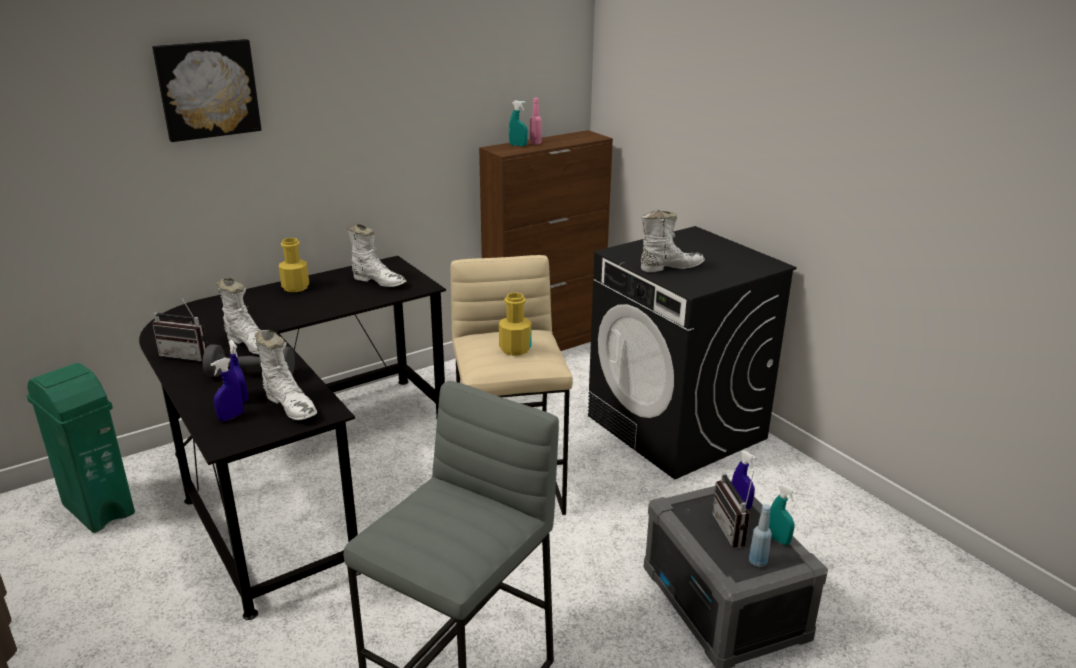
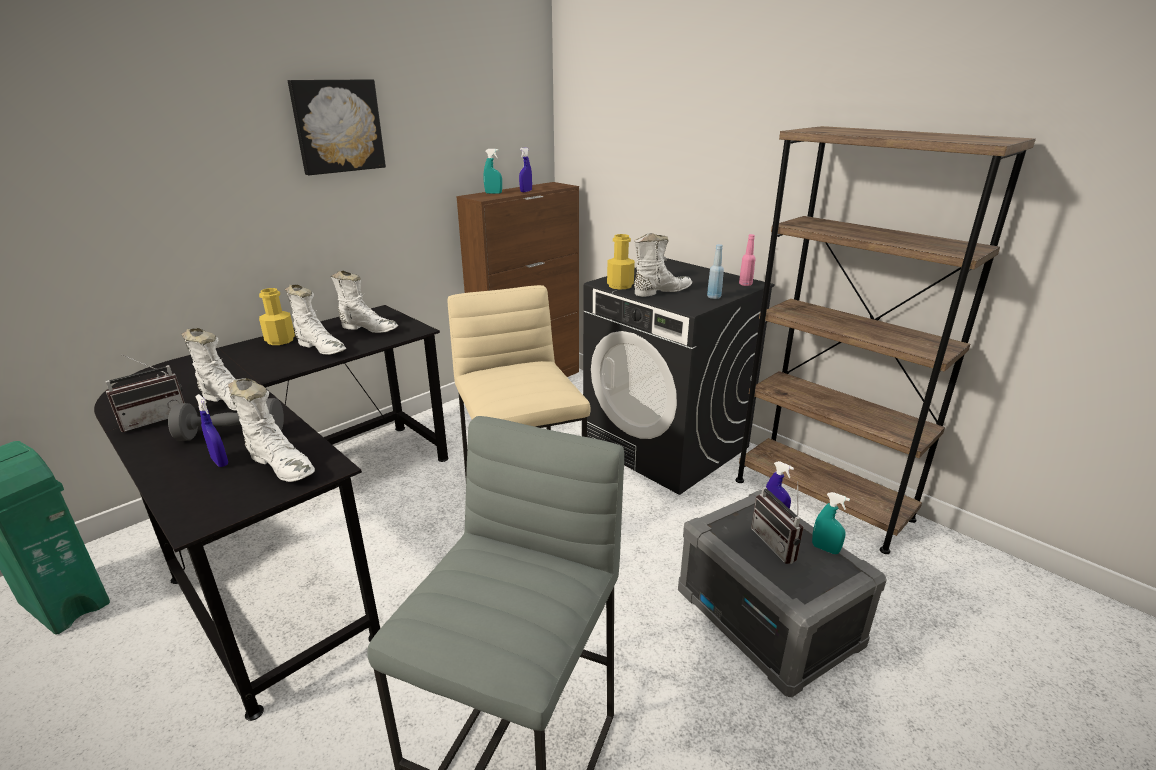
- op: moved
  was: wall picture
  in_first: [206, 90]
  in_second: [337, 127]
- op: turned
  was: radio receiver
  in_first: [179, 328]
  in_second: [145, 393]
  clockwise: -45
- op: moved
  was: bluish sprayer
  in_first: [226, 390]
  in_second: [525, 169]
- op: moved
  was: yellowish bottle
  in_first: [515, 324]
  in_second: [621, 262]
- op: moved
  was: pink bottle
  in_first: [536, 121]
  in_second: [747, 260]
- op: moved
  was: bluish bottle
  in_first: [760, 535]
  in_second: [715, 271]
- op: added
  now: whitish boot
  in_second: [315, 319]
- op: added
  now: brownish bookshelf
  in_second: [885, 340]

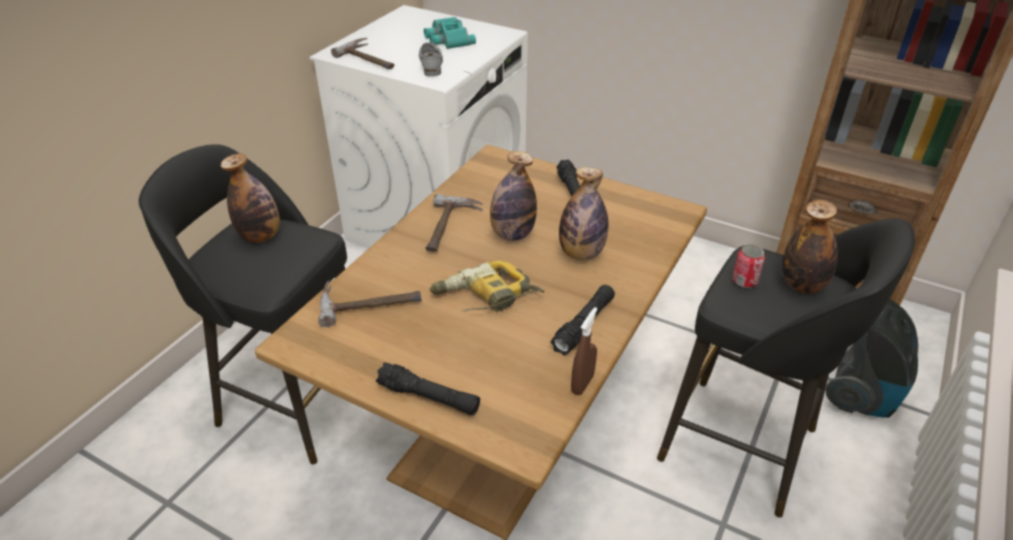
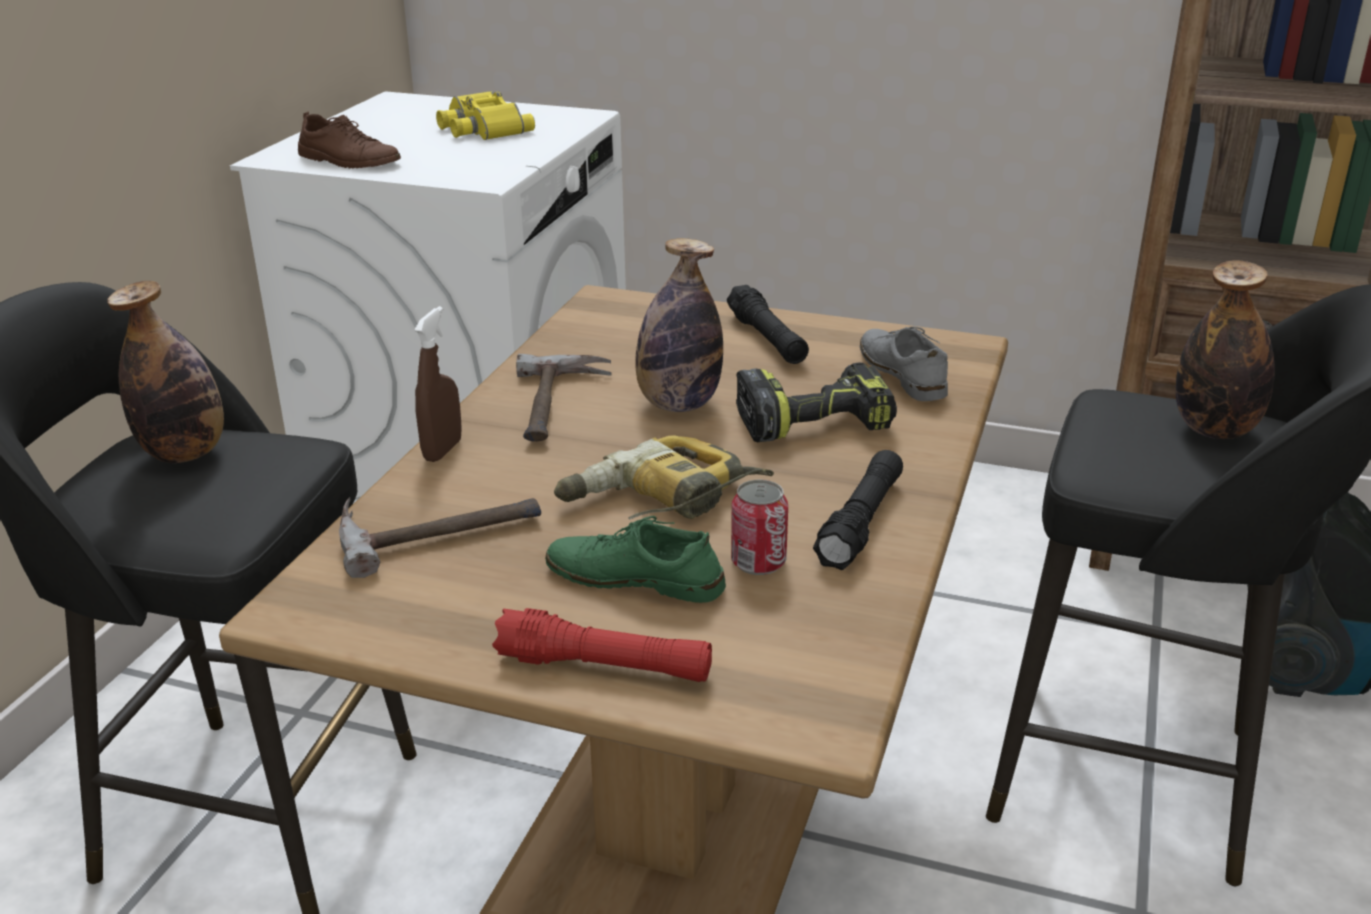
- op: replaced
  was: tool hammer
  now: brownish low shoe
  in_first: [362, 53]
  in_second: [349, 140]
- op: recoloured
  was: black-coloured flashlight
  now: reddish flashlight
  in_first: [428, 388]
  in_second: [602, 645]
- op: moved
  was: grey low shoe
  in_first: [431, 59]
  in_second: [904, 363]
- op: recoloured
  was: turquoise field glasses
  now: yellowish field glasses
  in_first: [450, 33]
  in_second: [485, 115]
- op: replaced
  was: bottle
  now: electric drill
  in_first: [584, 213]
  in_second: [816, 402]
- op: moved
  was: brownish sprayer
  in_first: [584, 351]
  in_second: [438, 384]
- op: moved
  was: can
  in_first: [748, 266]
  in_second: [759, 527]
- op: added
  now: green-coloured low shoe
  in_second: [635, 559]

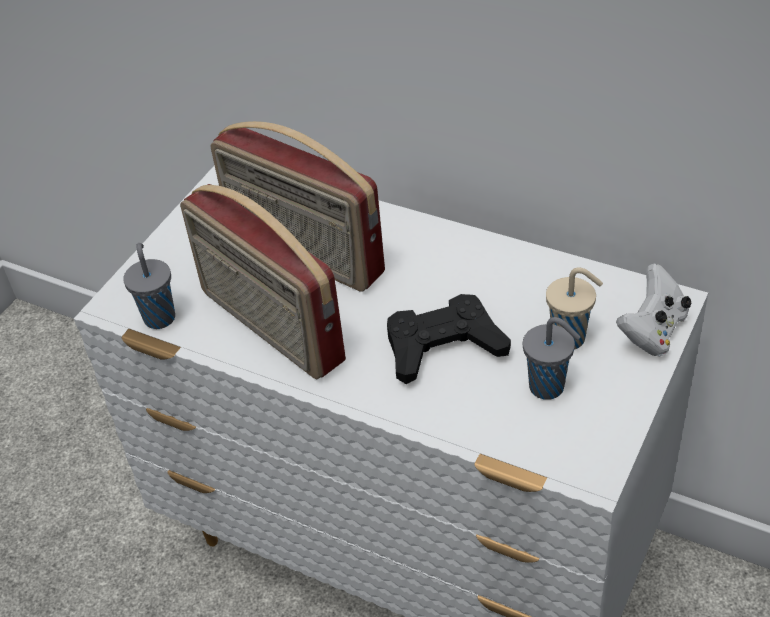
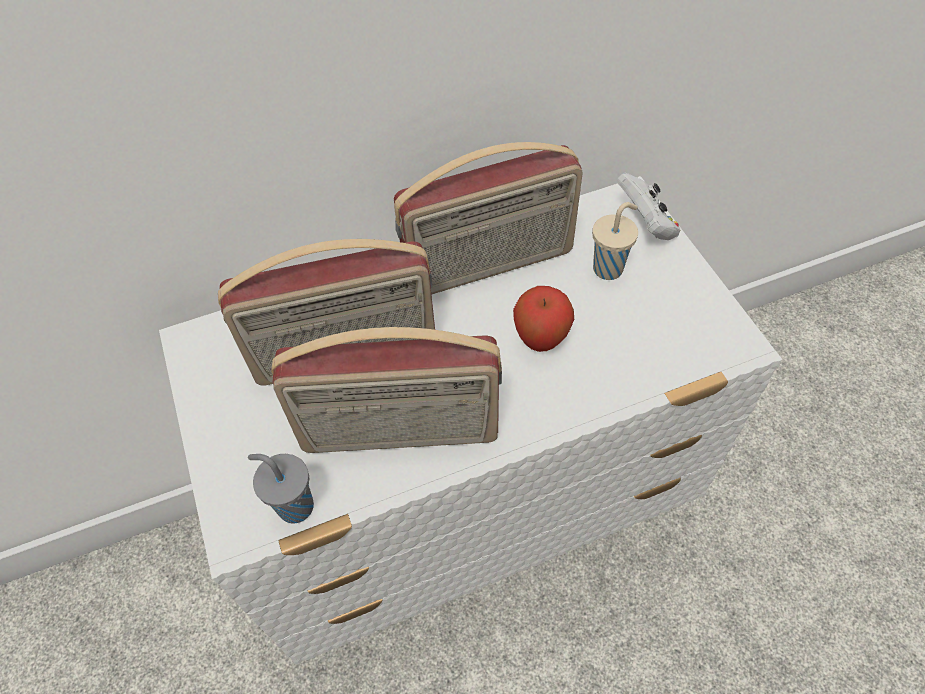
- op: replaced
  was: black-coloured joypad
  now: apple
  in_first: [449, 339]
  in_second: [543, 319]
- op: removed
  was: grey drinking cup
  in_first: [551, 358]
- op: added
  now: radio receiver
  in_second: [488, 218]

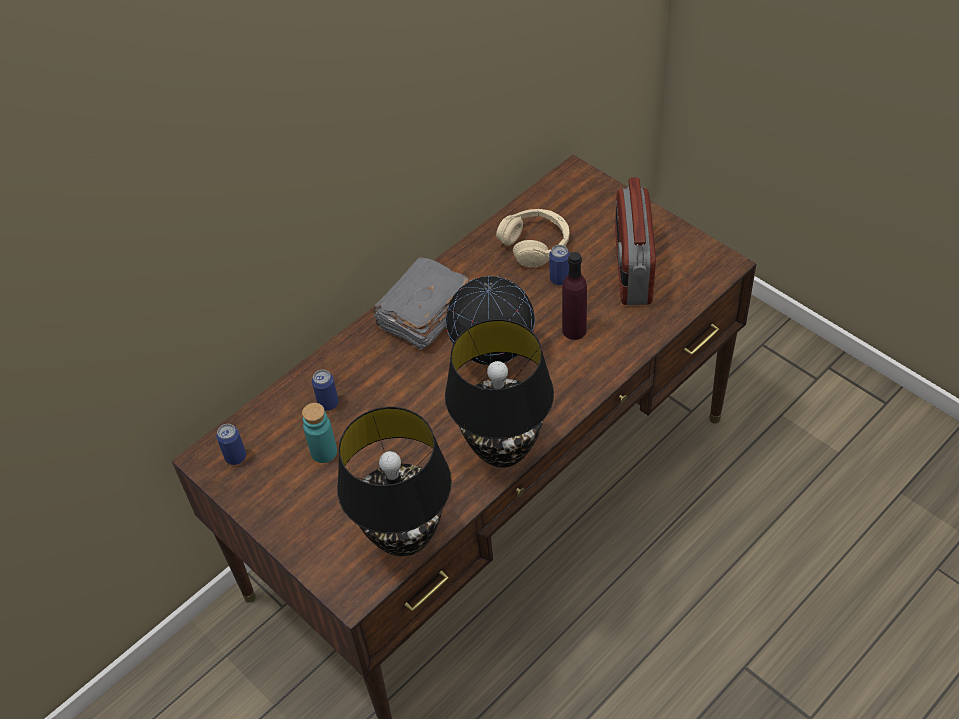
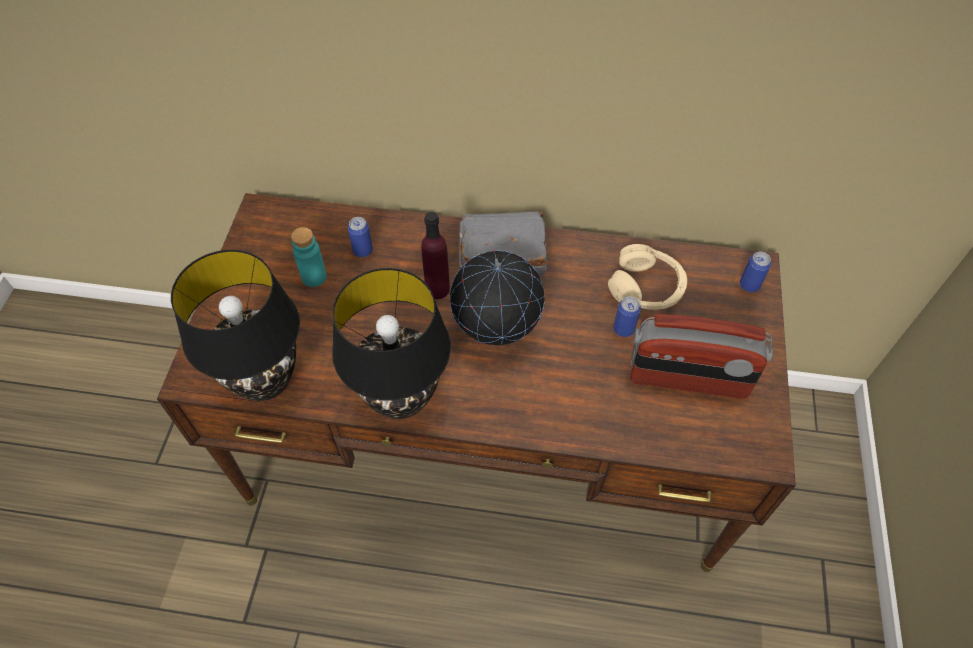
- op: moved
  was: can
  in_first: [231, 444]
  in_second: [755, 272]
- op: moved
  was: purple bottle
  in_first: [574, 296]
  in_second: [435, 255]
- op: turned
  was: radio receiver
  in_first: [635, 241]
  in_second: [701, 356]
  clockwise: -135

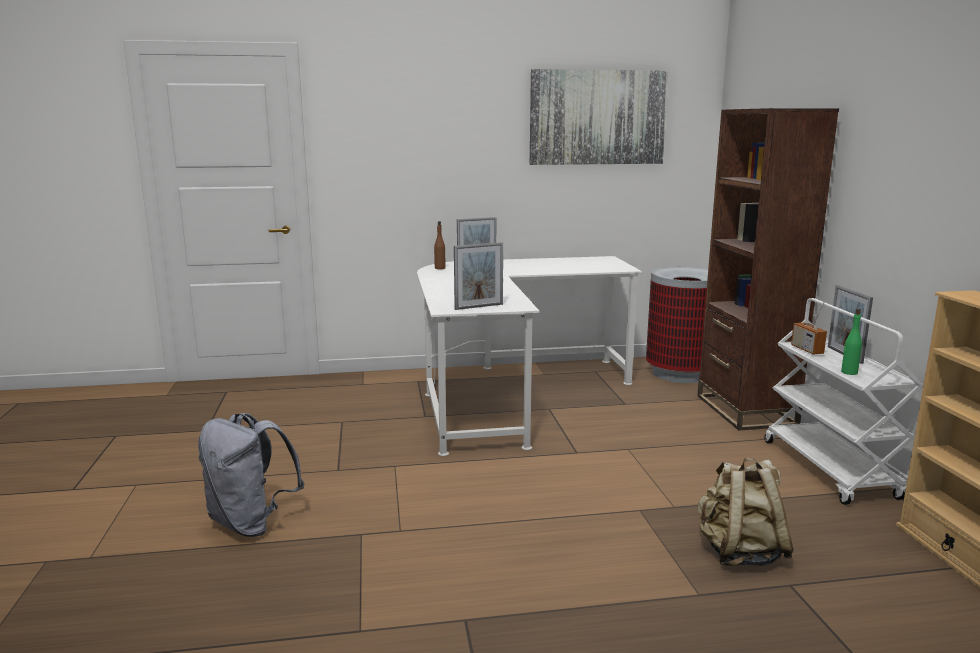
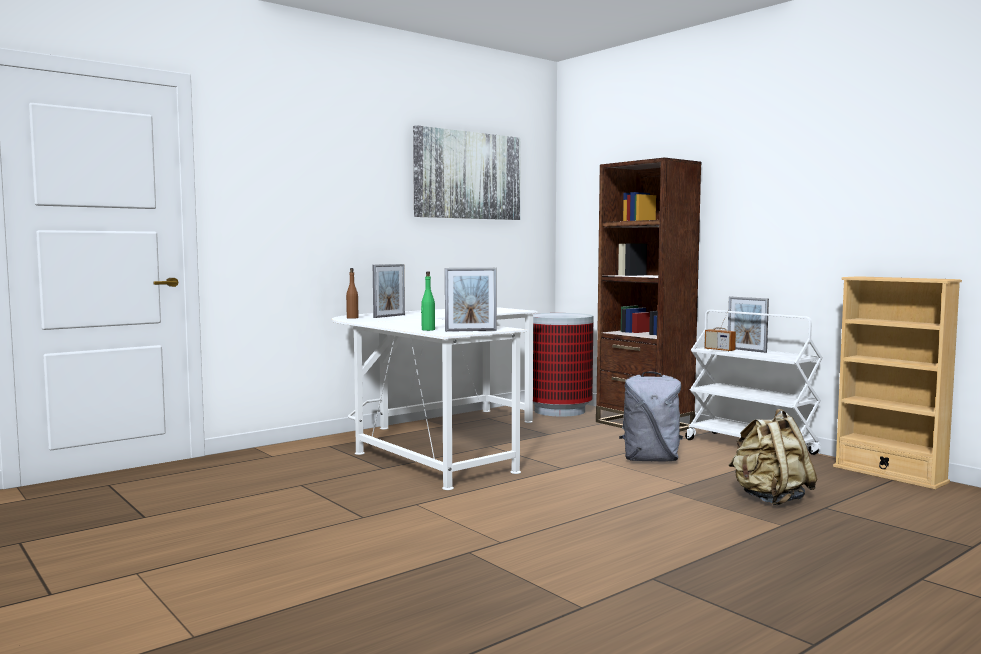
- op: moved
  was: grey knapsack
  in_first: [251, 475]
  in_second: [651, 417]
- op: turned
  was: standing frame
  in_first: [478, 276]
  in_second: [471, 300]
  clockwise: 45
- op: moved
  was: green-coloured bottle
  in_first: [851, 342]
  in_second: [428, 301]

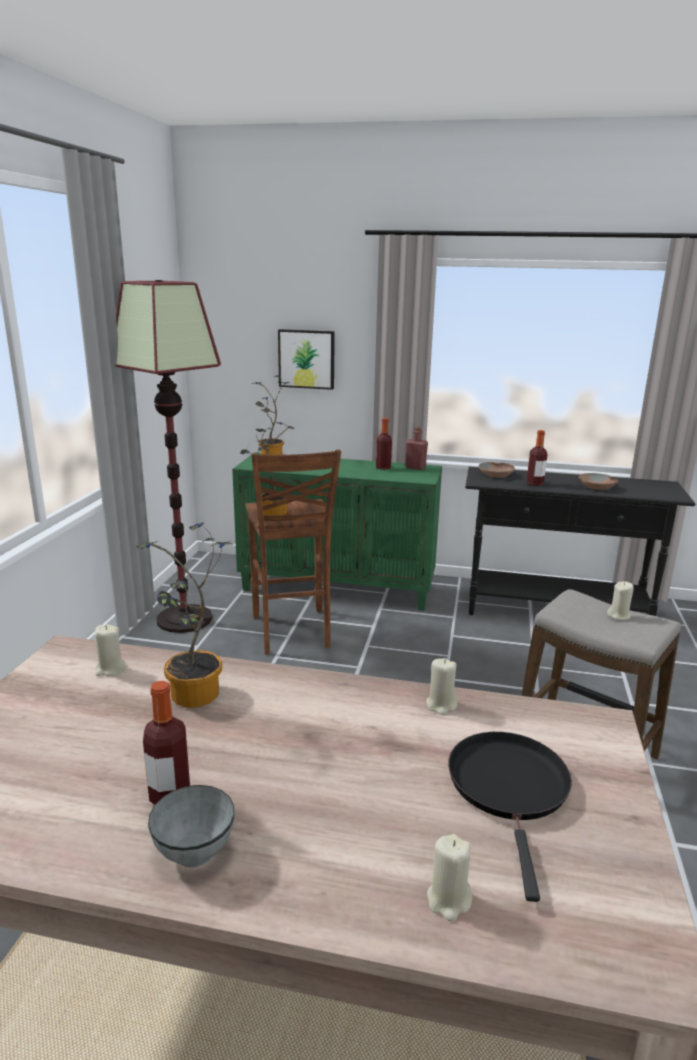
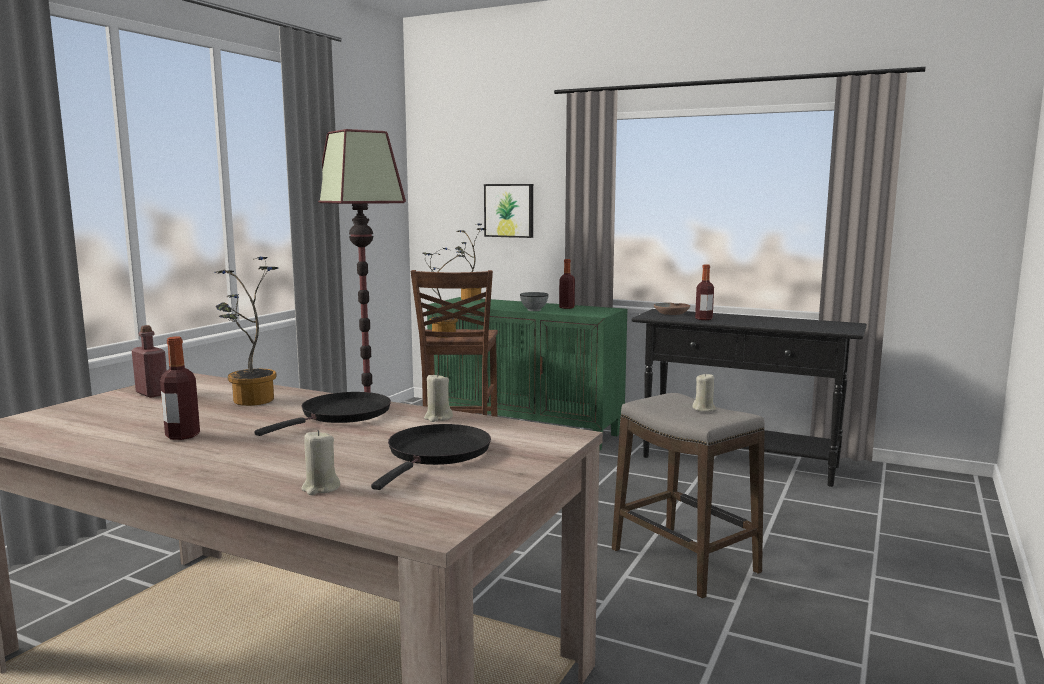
- op: removed
  was: sand-coloured wax light
  in_first: [110, 650]
- op: moved
  was: grey bowl
  in_first: [191, 826]
  in_second: [534, 301]
- op: moved
  was: reddish bottle
  in_first: [416, 448]
  in_second: [149, 361]
- op: removed
  was: brownish bowl
  in_first: [598, 481]
- op: added
  now: black-coloured frying pan
  in_second: [322, 414]

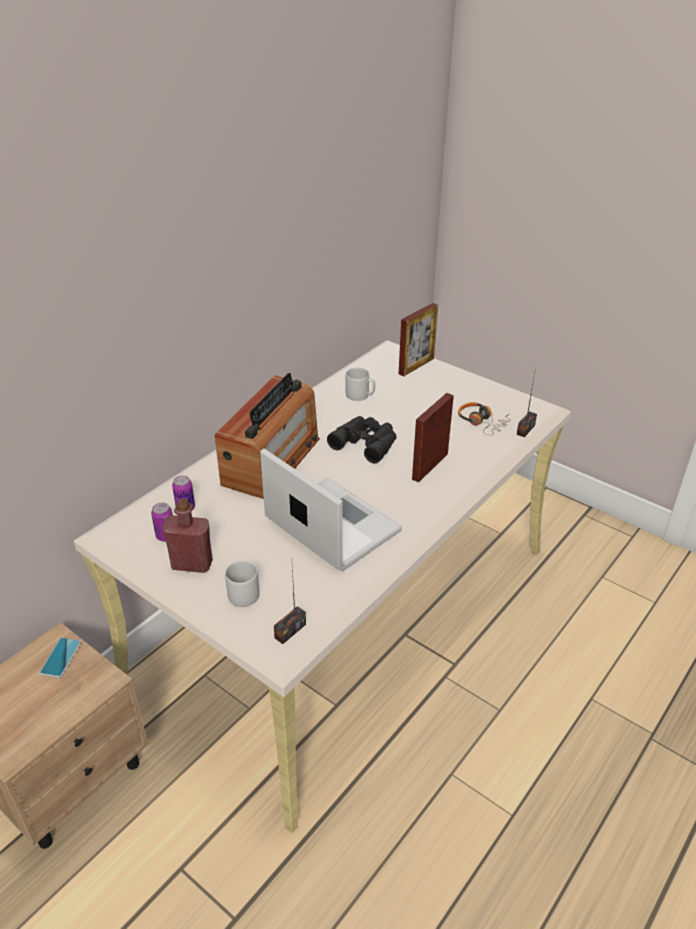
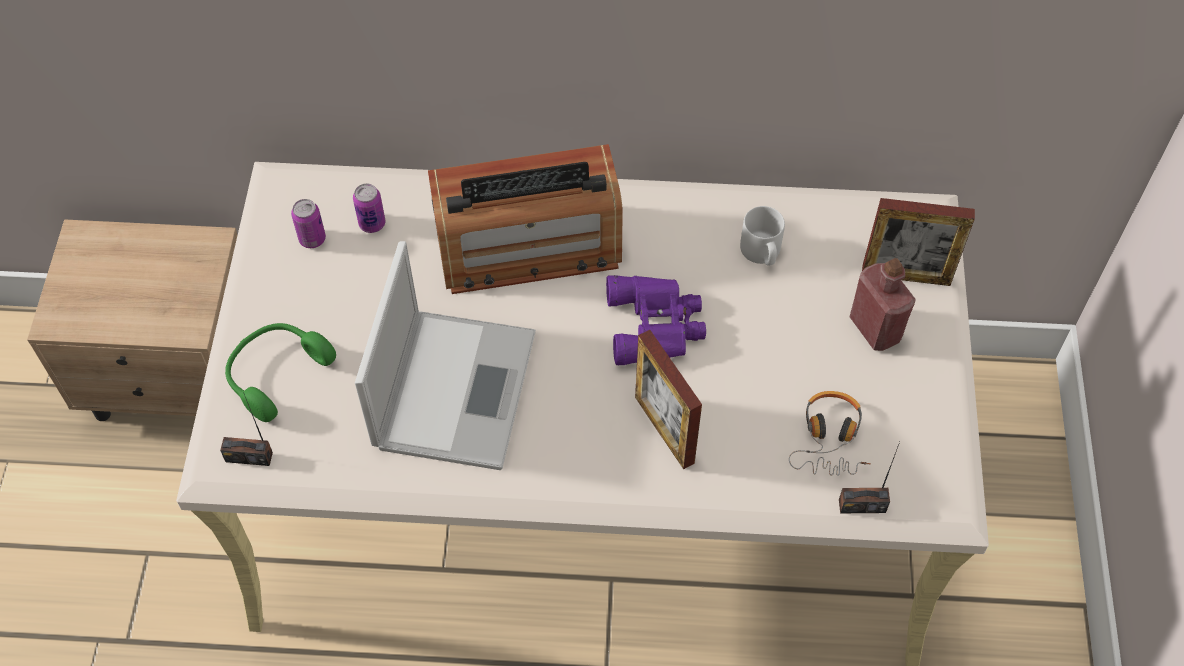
- op: removed
  was: telephone
  in_first: [60, 657]
- op: moved
  was: reddish bottle
  in_first: [188, 536]
  in_second: [882, 304]
- op: replaced
  was: grey coffee mug
  now: green-coloured headphones
  in_first: [242, 584]
  in_second: [280, 372]
- op: recoloured
  was: black-coloured field glasses
  now: purple field glasses
  in_first: [362, 440]
  in_second: [656, 320]
- op: turned
  was: standing frame
  in_first: [433, 437]
  in_second: [668, 399]
  clockwise: -120

